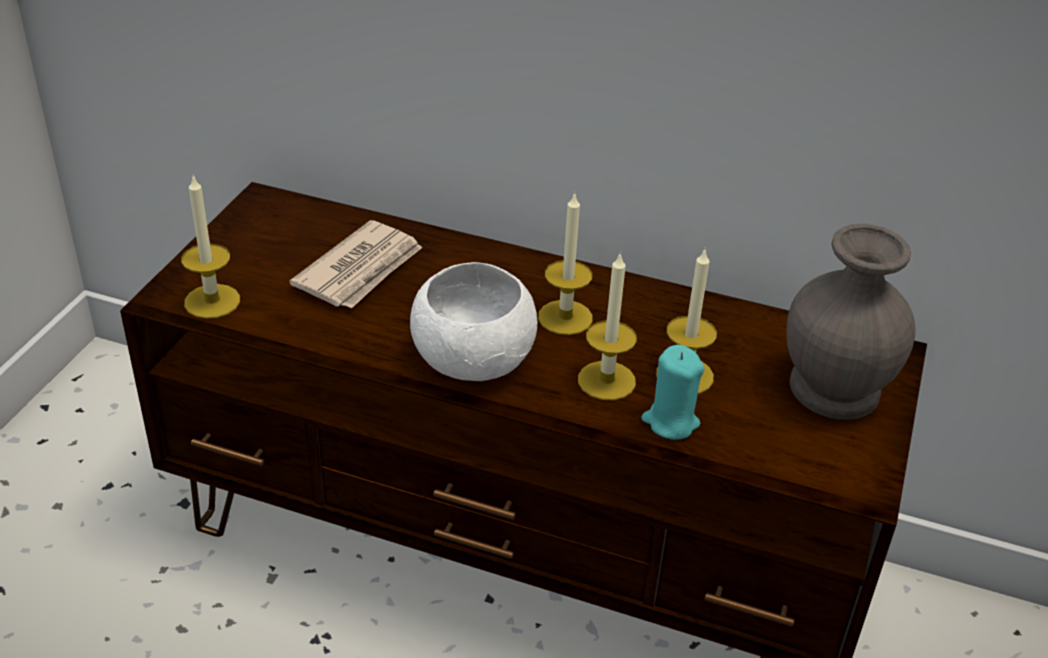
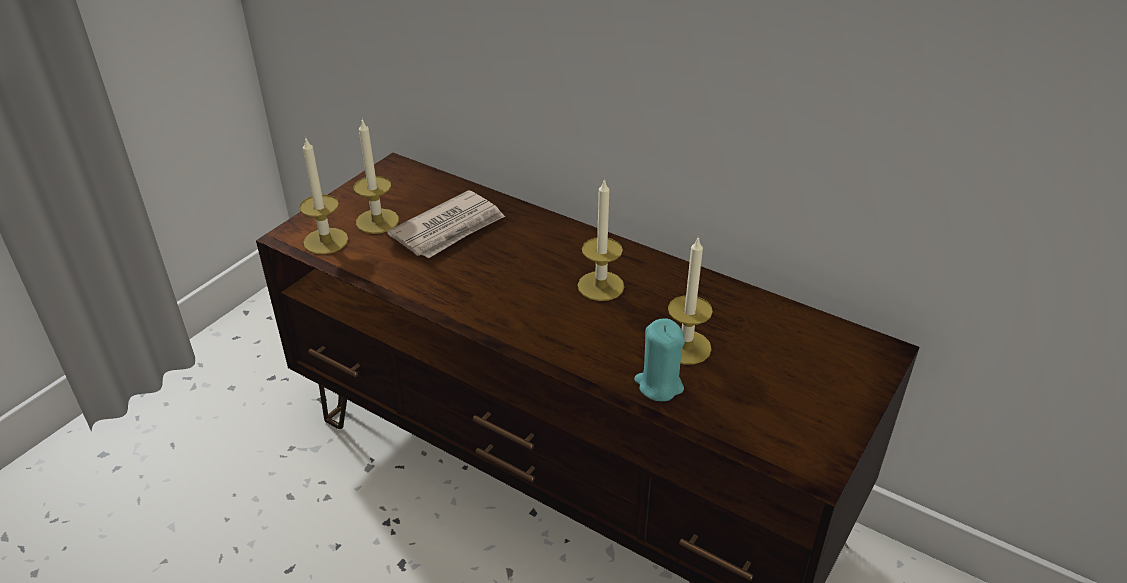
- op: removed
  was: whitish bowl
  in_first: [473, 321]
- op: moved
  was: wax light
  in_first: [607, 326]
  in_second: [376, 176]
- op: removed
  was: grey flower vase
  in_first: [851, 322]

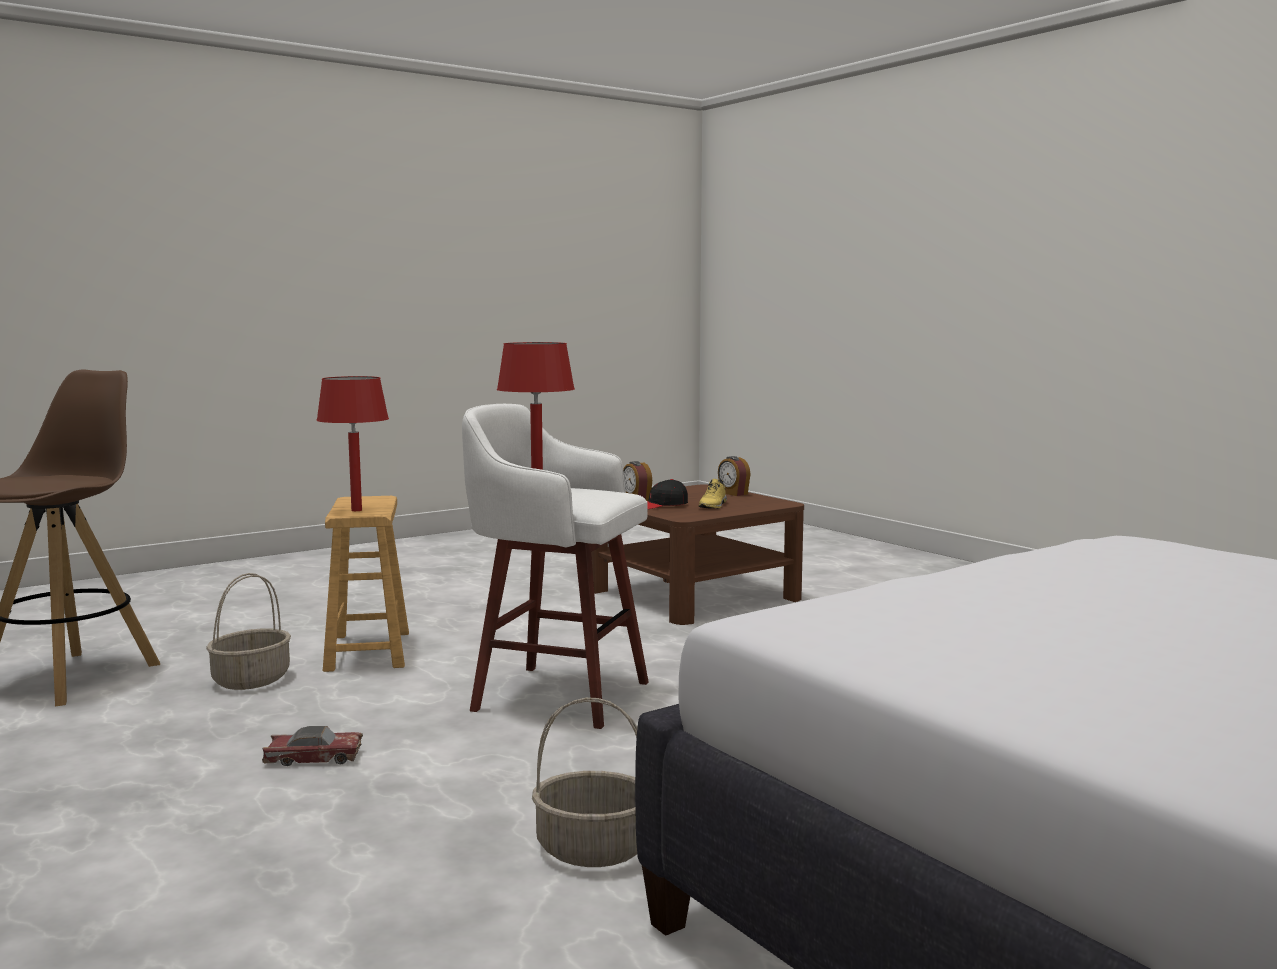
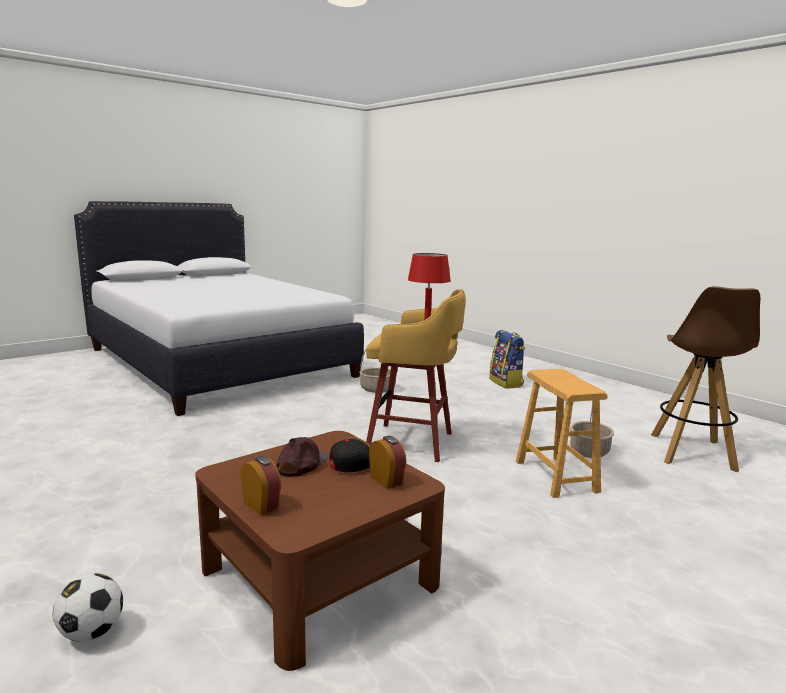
- op: removed
  was: model car
  in_first: [312, 746]
- op: removed
  was: reddish lamp for a table
  in_first: [353, 443]
- op: recoloured
  was: whitish stool
  now: yellowish stool
  in_first: [555, 566]
  in_second: [416, 375]
- op: replaced
  was: yellowish low shoe
  now: brownish baseball cap
  in_first: [713, 494]
  in_second: [302, 457]
- op: added
  now: ball for football
  in_second: [88, 607]
- op: added
  now: knapsack
  in_second: [507, 359]

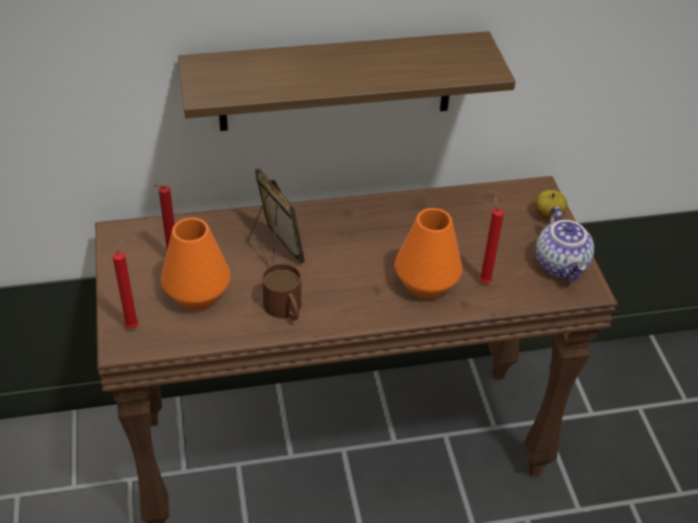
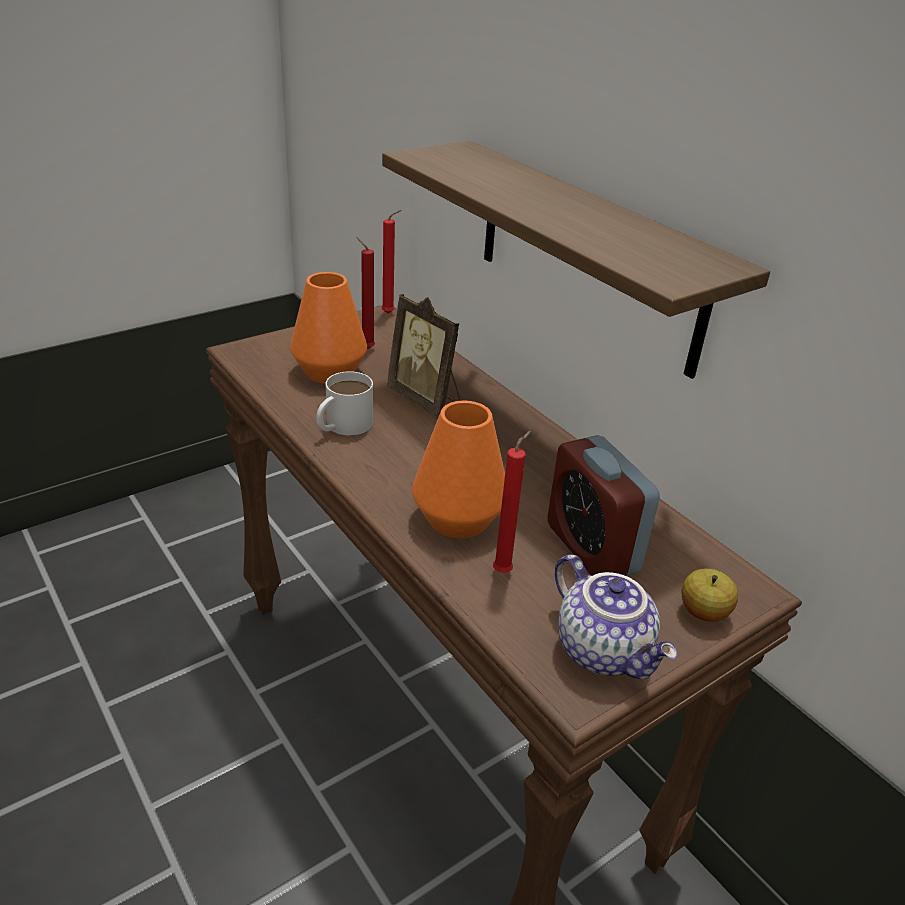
- op: moved
  was: reddish wax light
  in_first: [126, 283]
  in_second: [391, 261]
- op: turned
  was: standing frame
  in_first: [276, 217]
  in_second: [424, 355]
  clockwise: 105
- op: recoloured
  was: brownish coffee mug
  now: whitish coffee mug
  in_first: [281, 292]
  in_second: [344, 403]
- op: turned
  was: pot for tea
  in_first: [565, 244]
  in_second: [616, 616]
  clockwise: -90
- op: added
  now: alarm clock
  in_second: [603, 505]

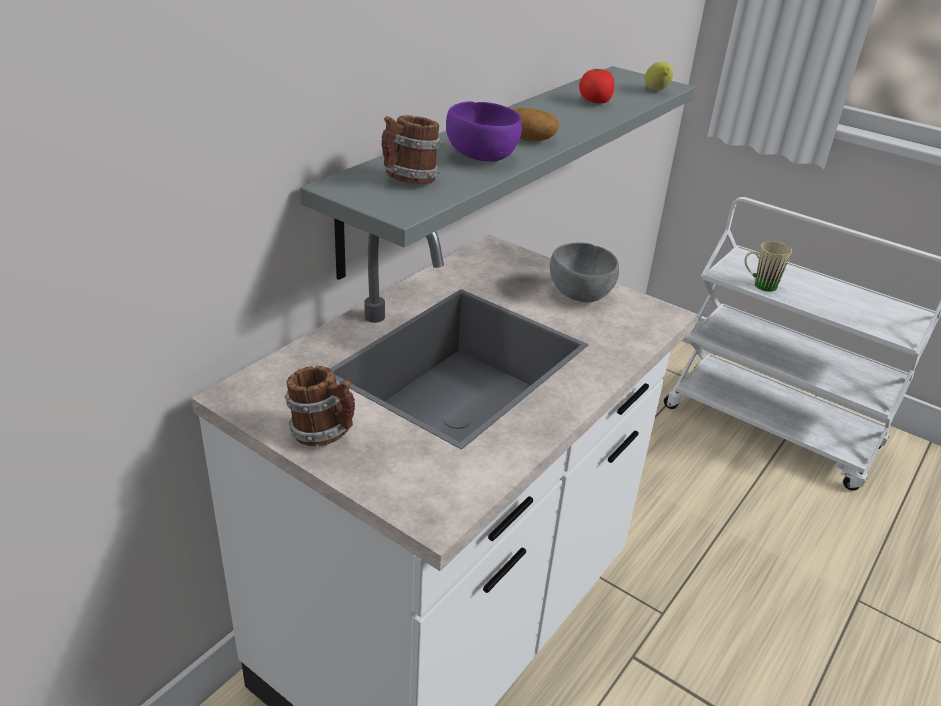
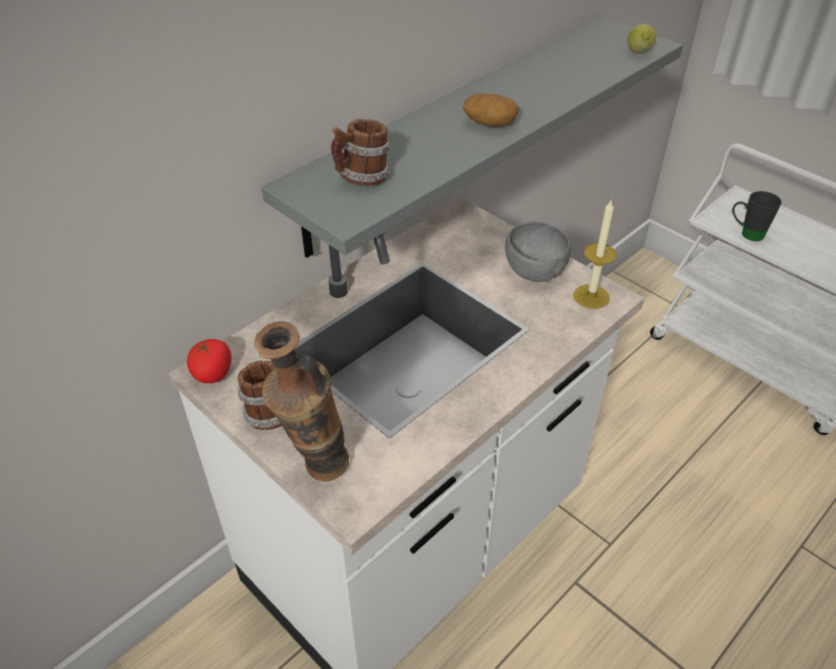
- op: removed
  was: purple bowl
  in_first: [484, 131]
- op: moved
  was: whole tomato
  in_first: [596, 86]
  in_second: [209, 361]
- op: recoloured
  was: sand-coloured coffee mug
  now: black-coloured coffee mug
  in_first: [768, 266]
  in_second: [757, 216]
- op: added
  now: flower vase
  in_second: [301, 401]
- op: added
  now: wax light
  in_second: [595, 255]

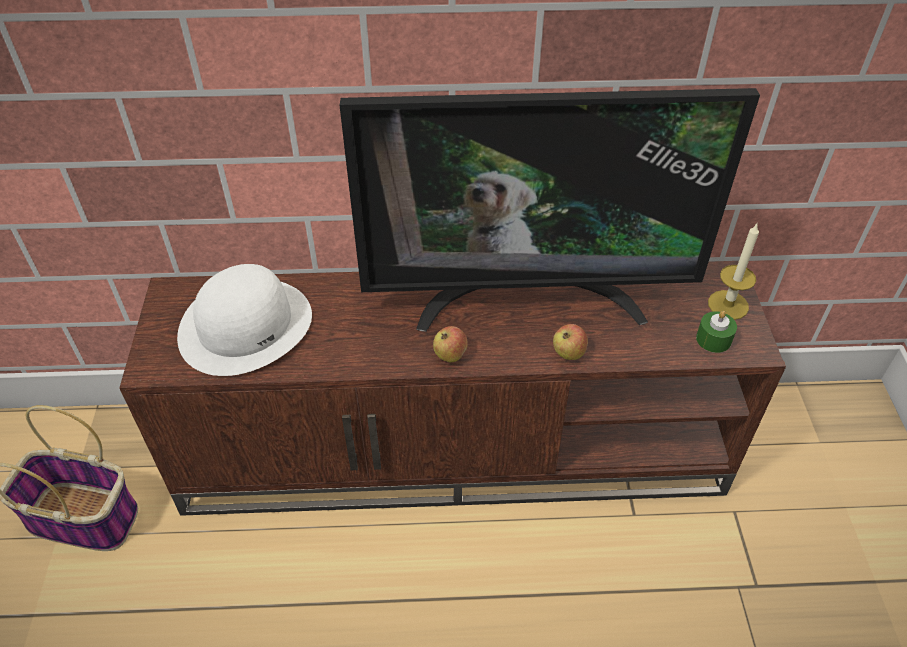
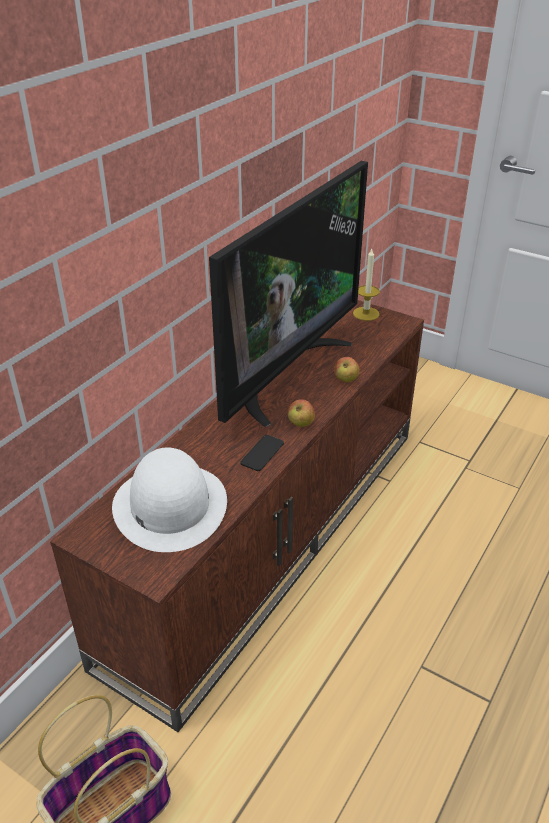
- op: removed
  was: green-coloured wax light
  in_first: [716, 332]
- op: added
  now: telephone
  in_second: [262, 453]

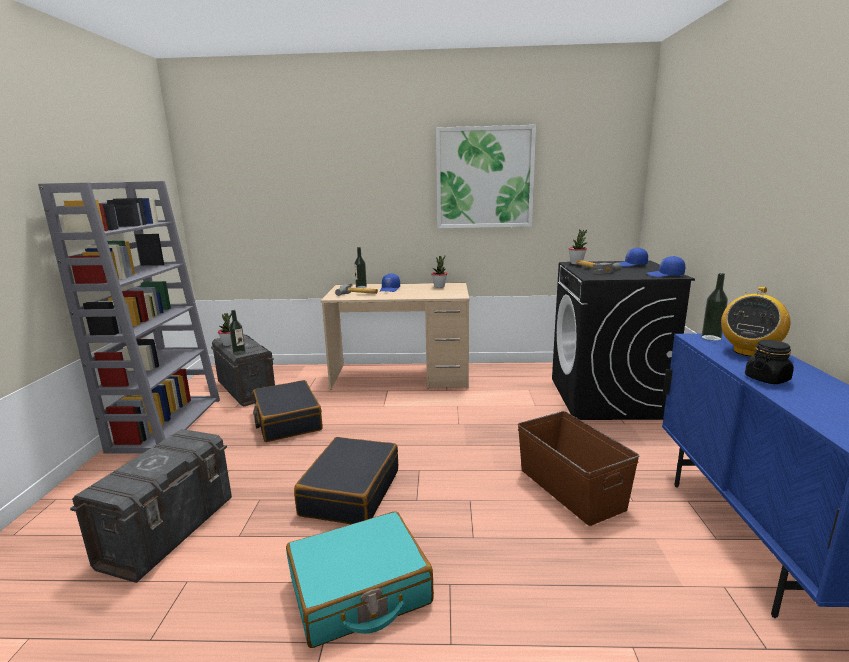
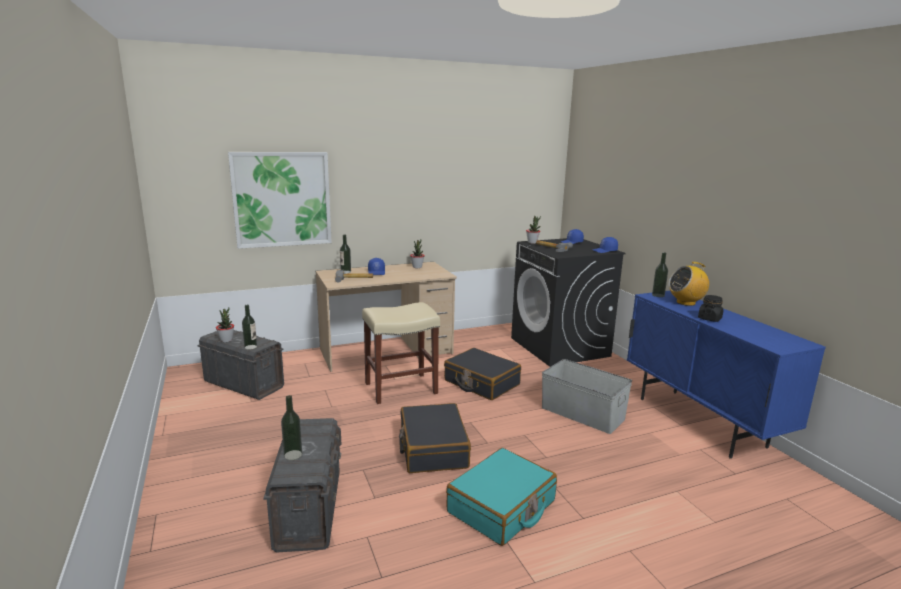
- op: removed
  was: grey bookshelf
  in_first: [129, 317]
- op: moved
  was: black-coloured suitcase
  in_first: [288, 411]
  in_second: [482, 374]
- op: moved
  was: wall picture
  in_first: [486, 177]
  in_second: [280, 200]
- op: recoloured
  was: brownish storage bin
  now: grey storage bin
  in_first: [578, 468]
  in_second: [587, 396]
- op: turned
  was: radio receiver
  in_first: [755, 322]
  in_second: [689, 284]
  clockwise: 60
- op: added
  now: bottle
  in_second: [291, 427]
- op: added
  now: sand-coloured stool
  in_second: [401, 353]

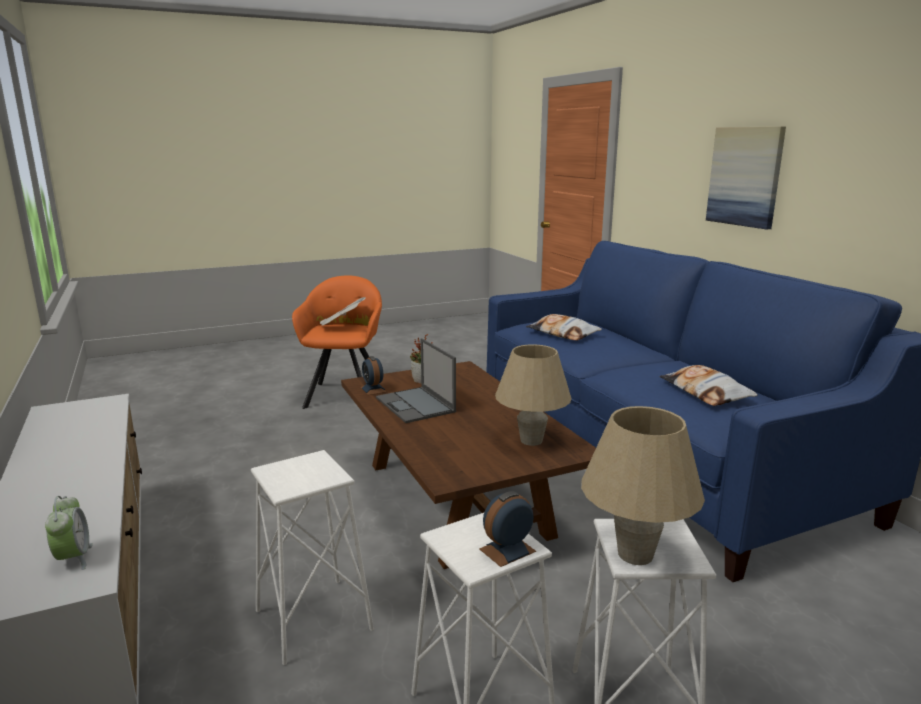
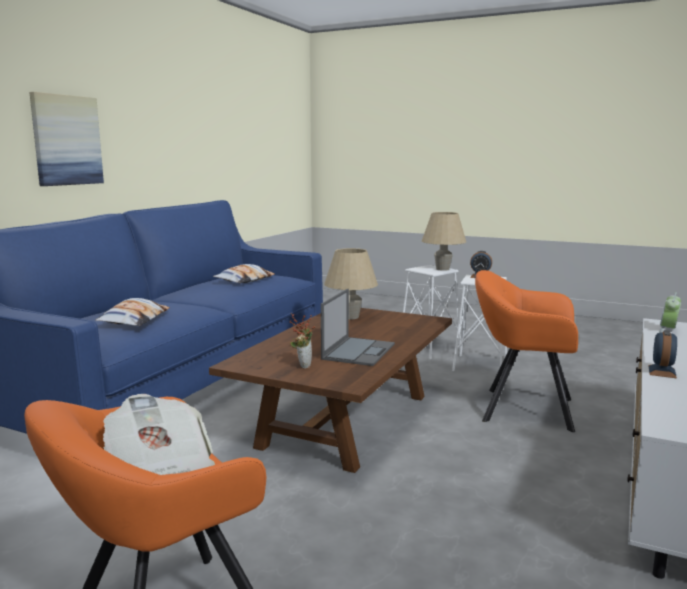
- op: replaced
  was: whitish stool
  now: orangey lounge chair
  in_first: [312, 557]
  in_second: [526, 351]
- op: moved
  was: alarm clock
  in_first: [373, 375]
  in_second: [662, 354]

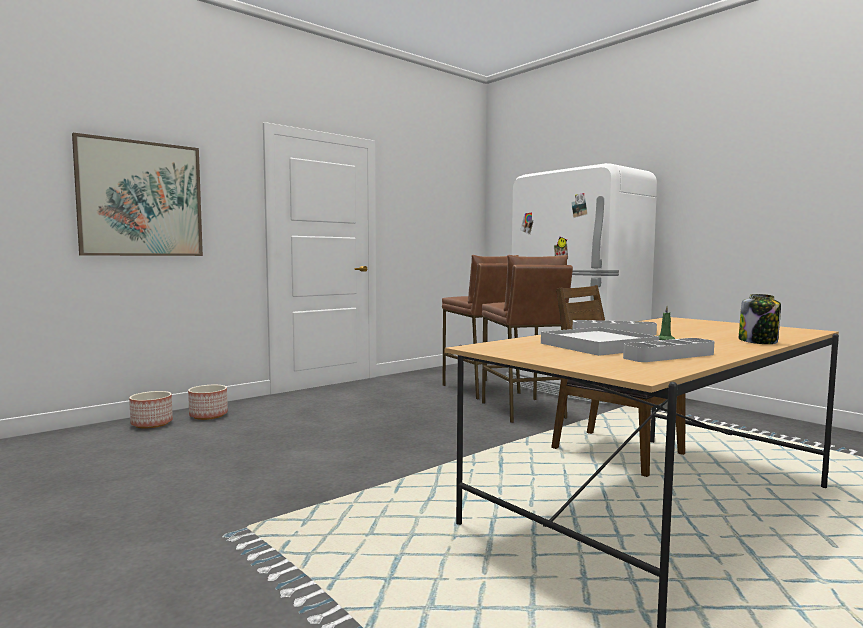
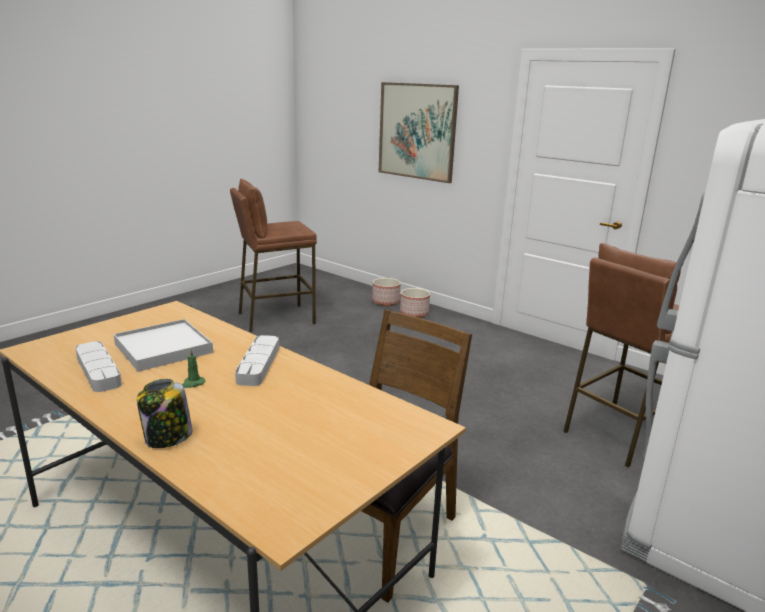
- op: moved
  was: brownish stool
  in_first: [527, 339]
  in_second: [273, 255]

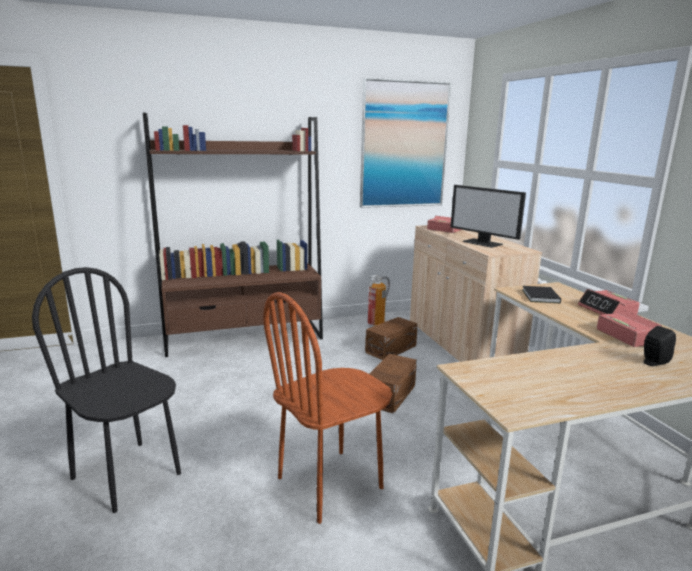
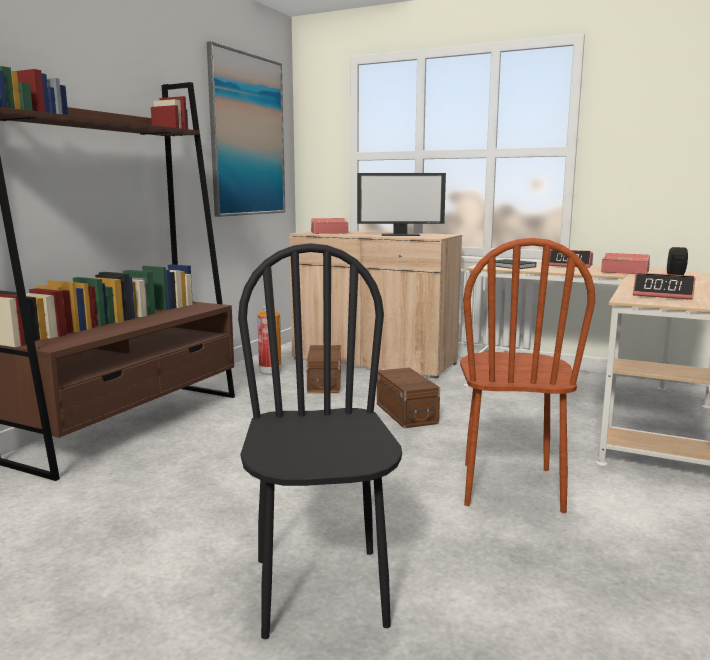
- op: turned
  was: black-coloured chair
  in_first: [106, 390]
  in_second: [320, 441]
  clockwise: 90
- op: added
  now: alarm clock
  in_second: [664, 286]

